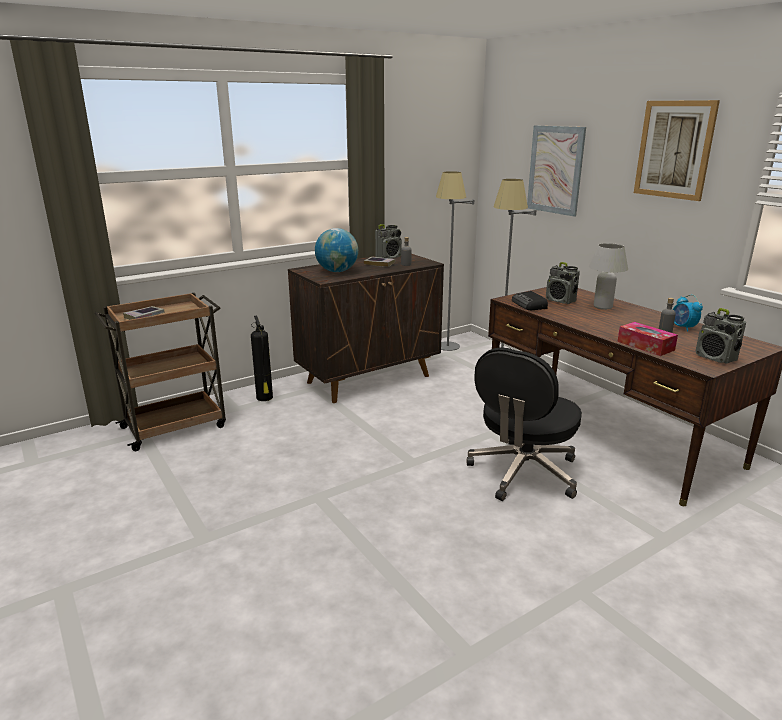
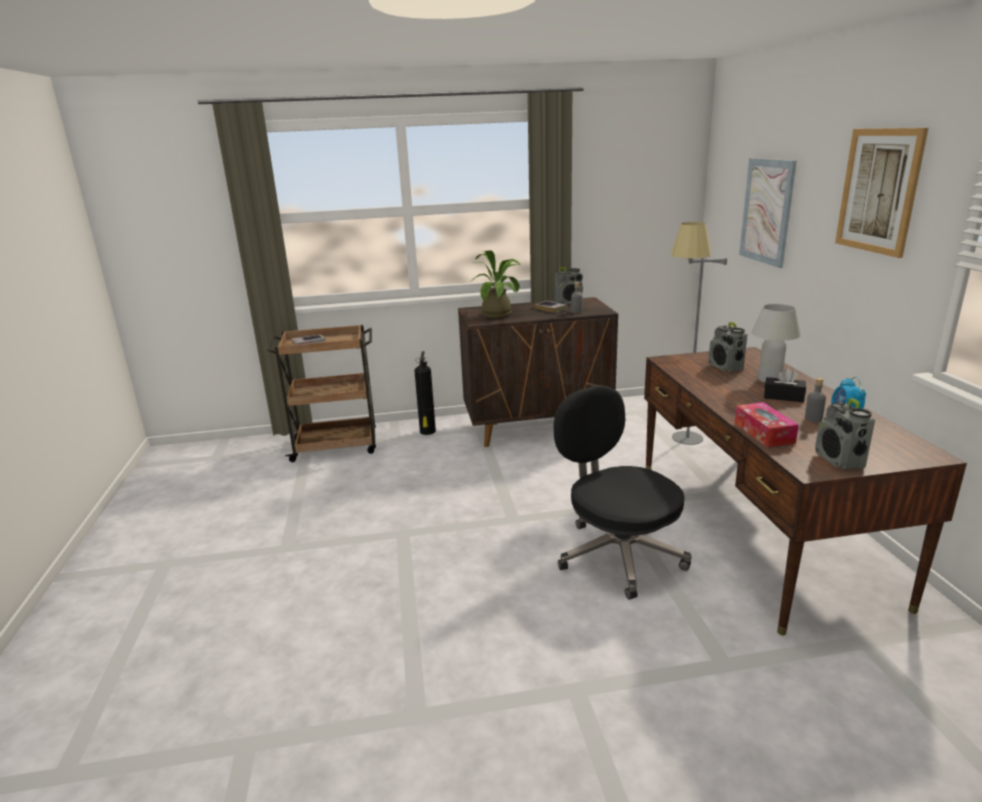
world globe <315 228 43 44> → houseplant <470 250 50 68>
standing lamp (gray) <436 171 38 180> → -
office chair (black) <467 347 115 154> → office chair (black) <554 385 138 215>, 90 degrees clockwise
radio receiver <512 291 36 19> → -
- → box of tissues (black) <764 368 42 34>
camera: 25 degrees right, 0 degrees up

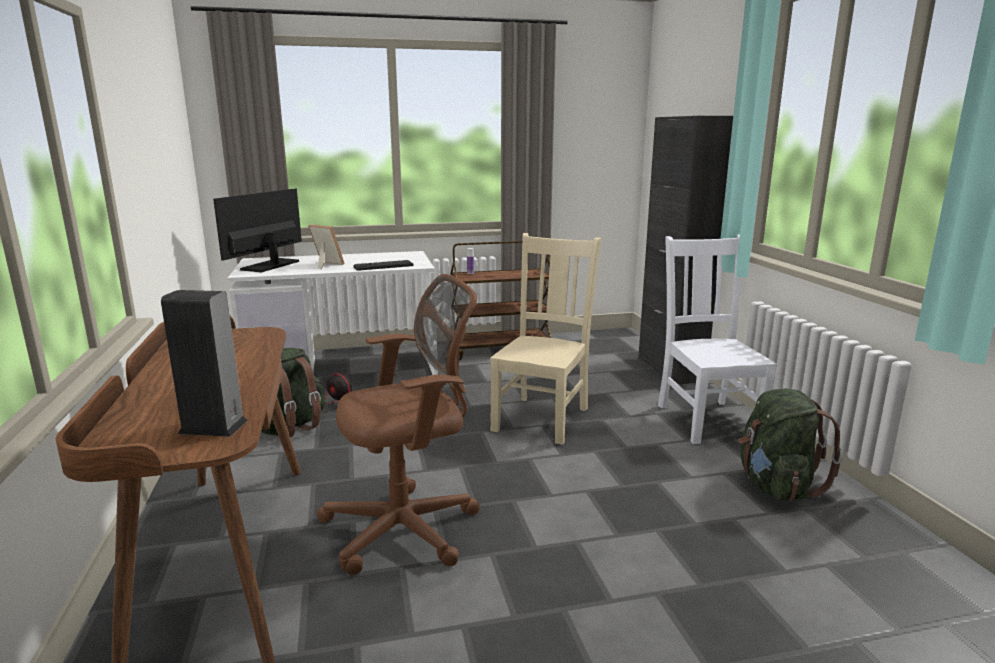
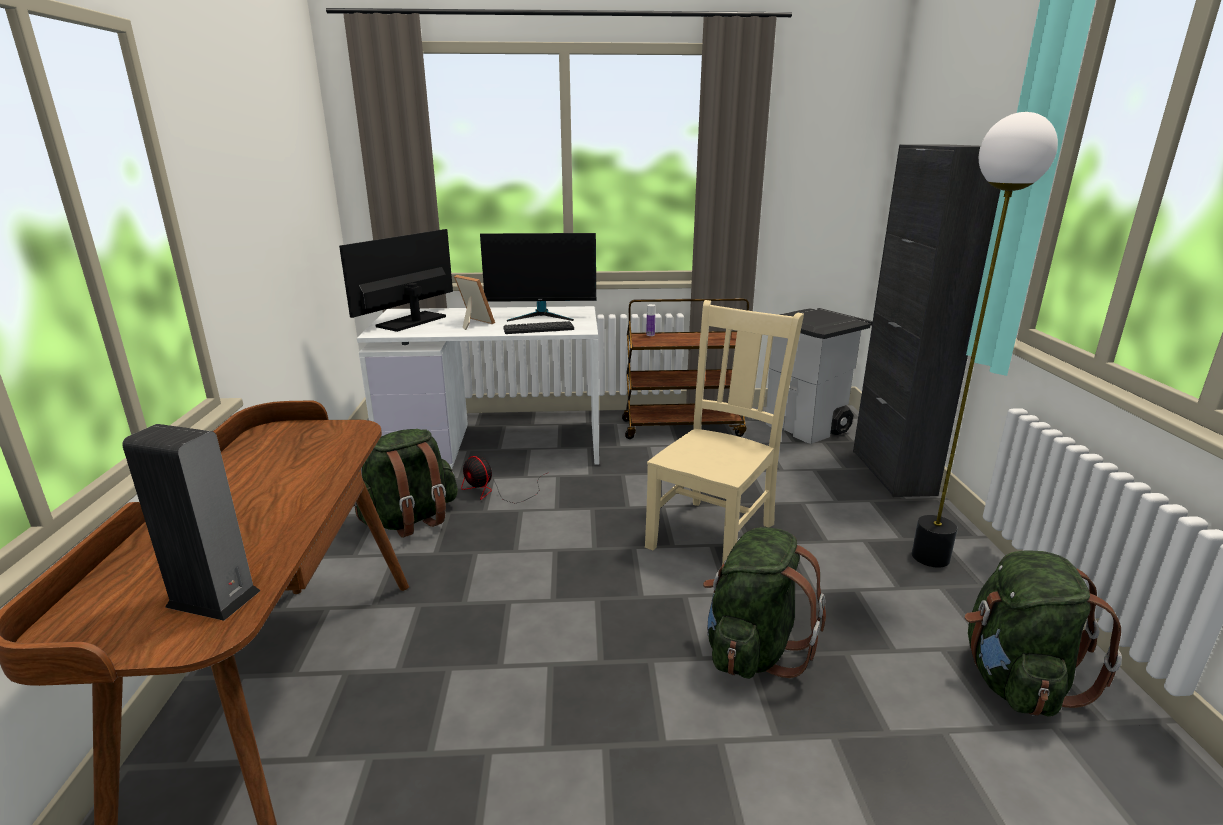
office chair (brownish) <317 274 163 301> → -
plain chair (white-coloured) <658 235 119 209> → standing lamp <911 112 147 456>
- → monitor <480 233 116 89>
- → backpack (greenish) <703 527 123 152>
- → rubbish bin (gray) <765 308 108 136>
camera: 10 degrees right, 5 degrees up

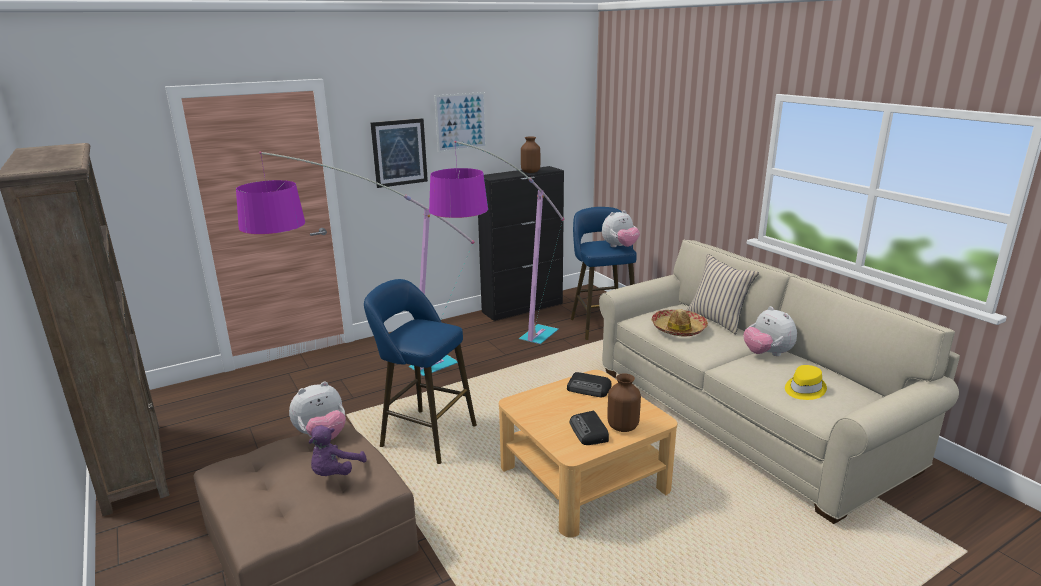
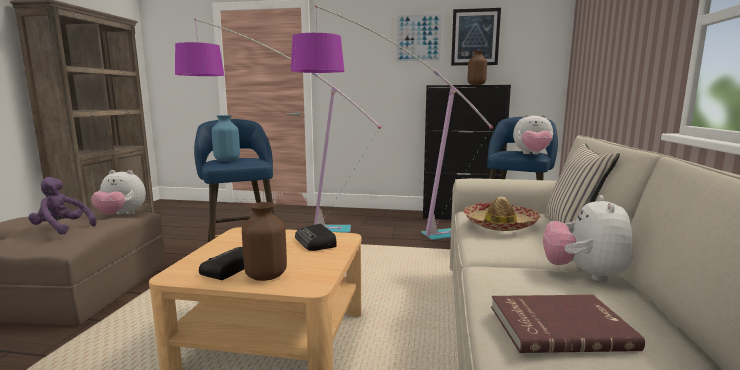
plush toy (purple) <309 425 58 51> → plush toy (purple) <28 177 68 57>, 45 degrees clockwise
wall art <371 118 57 70> → wall art <451 8 50 58>, moved
clothing hat (yellow) <785 365 42 35> → book (red-coloured) <491 295 154 58>
- → flower vase (blue-coloured) <212 115 28 46>
camera: 40 degrees right, 10 degrees down

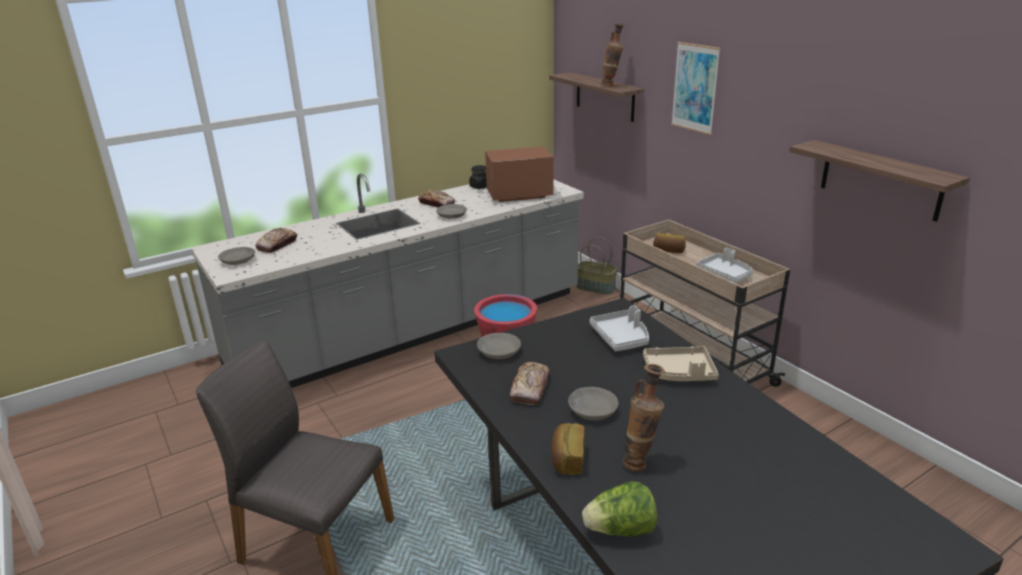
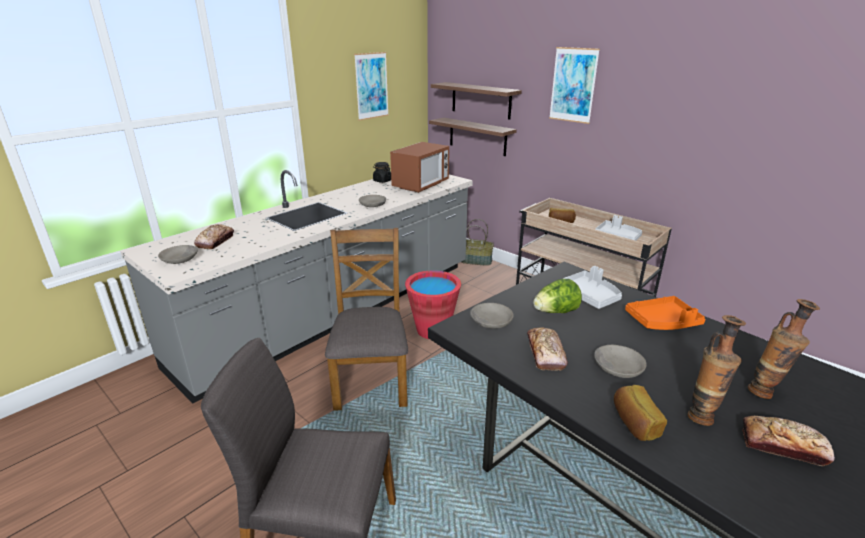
bread <418 190 37 18> → bread <742 416 93 50>, moved
microwave oven <485 146 68 56> → microwave oven <390 142 59 51>, 150 degrees clockwise
head of lettuce <582 481 75 56> → head of lettuce <533 279 49 34>, moved
flower vase <601 23 24 63> → flower vase <748 299 72 100>, moved
tray (beige-coloured) <643 346 76 35> → tray (orange) <625 296 81 34>
bracket shelf <789 140 181 82> → bracket shelf <429 118 88 38>, moved
- → plain chair (brownish) <325 228 83 183>
- → wall art <354 52 35 69>
camera: 15 degrees left, 0 degrees up

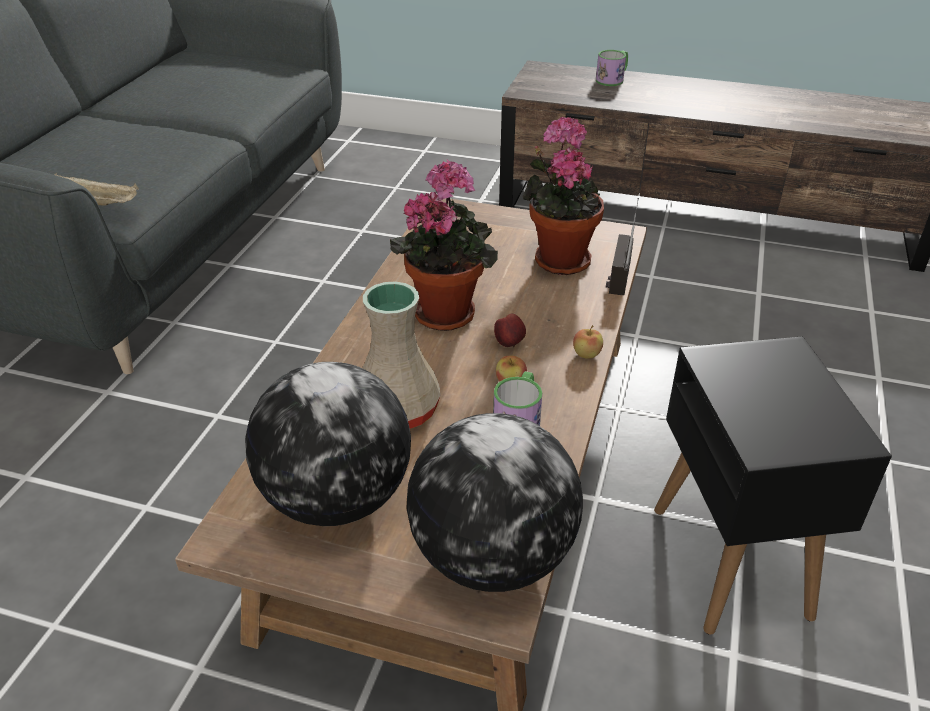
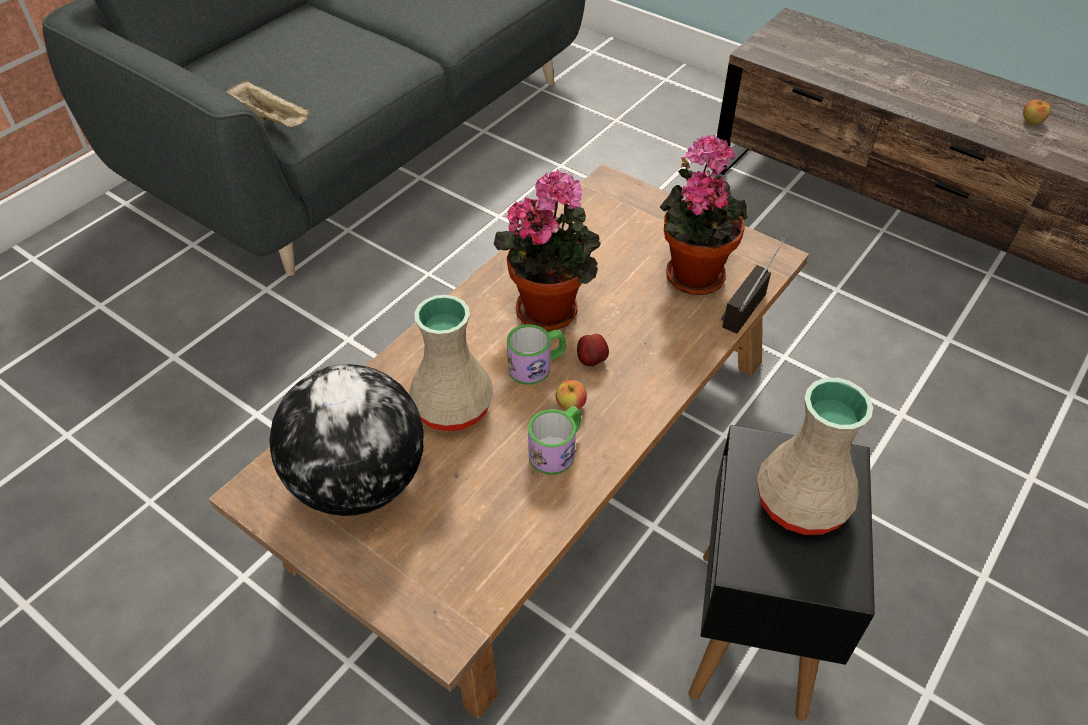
world globe <406 413 177 179> → -
apple fruit <573 325 30 34> → apple fruit <1023 97 27 27>, moved
coffee mug <596 50 32 36> → coffee mug <507 324 59 61>, moved
- → flower vase (beige-coloured) <757 378 116 157>
camera: 20 degrees right, 10 degrees up

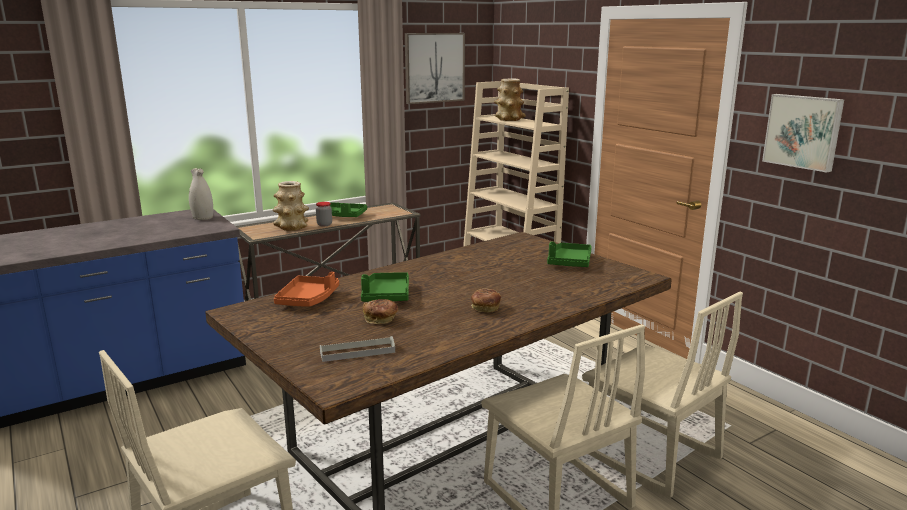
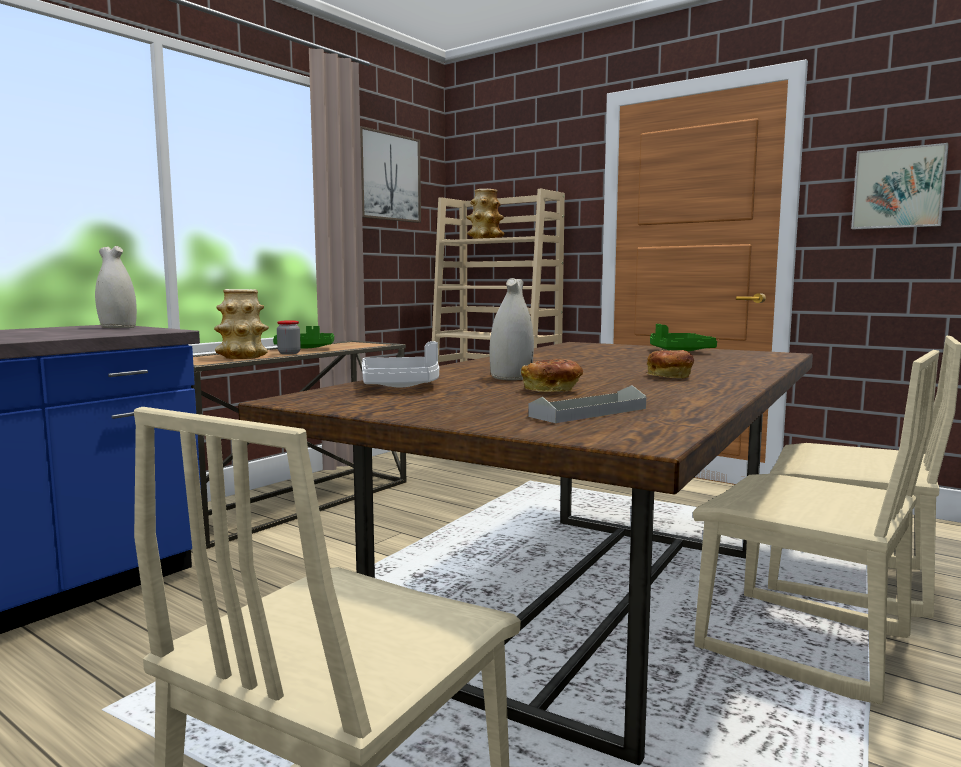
tray (orange) <274 272 65 35> → tray (white-coloured) <362 341 77 47>
tray (greenish) <361 272 48 30> → flower vase (white-coloured) <490 278 44 102>
camera: 20 degrees left, 10 degrees down

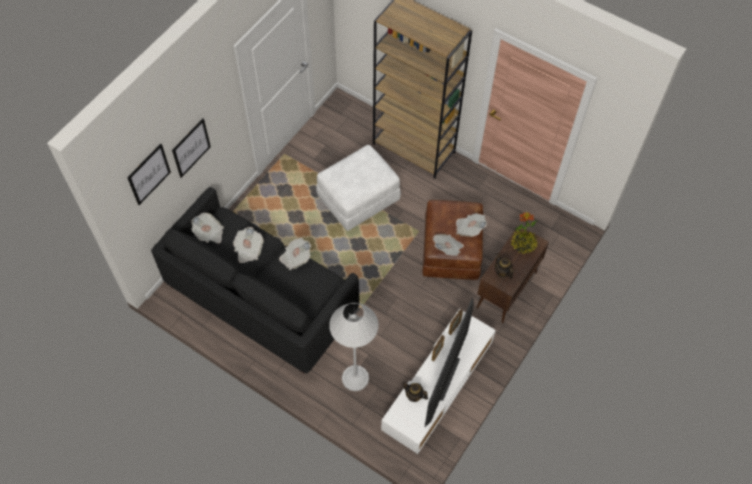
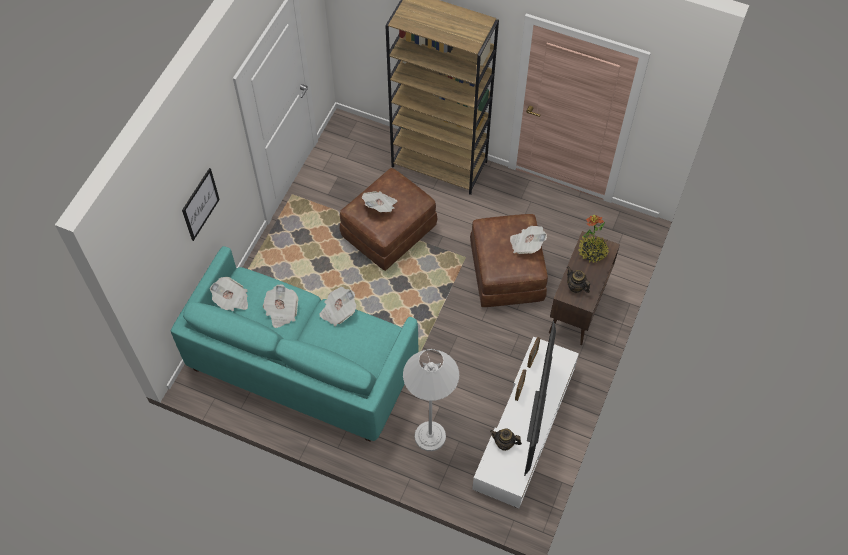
wall art <127 144 44 61> → -
couch (black) <151 187 208 186> → couch (turquoise) <171 246 247 196>
pouffe (white-coloured) <316 145 85 86> → pouffe (brownish) <340 168 97 103>
daily paper <433 234 31 22> → daily paper <362 191 35 21>, moved
camera: 10 degrees left, 0 degrees up

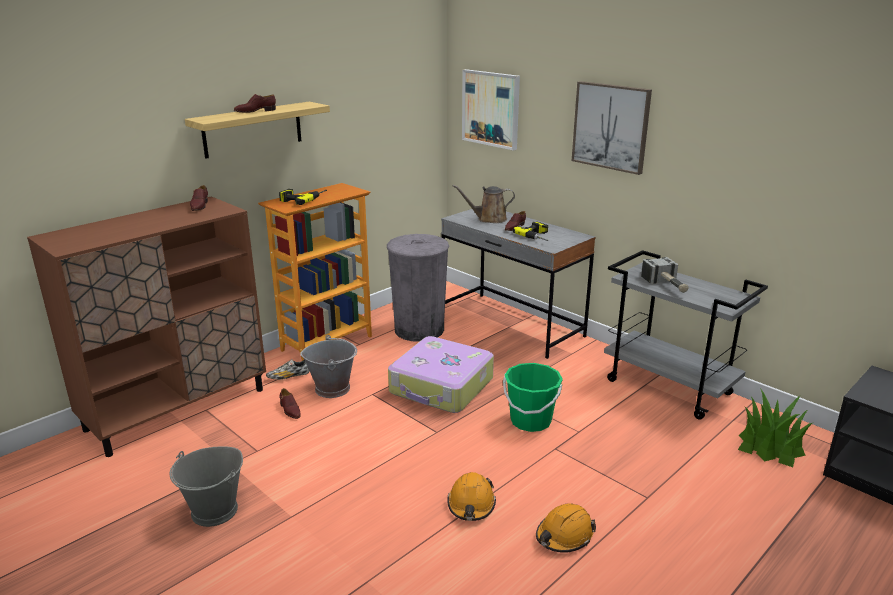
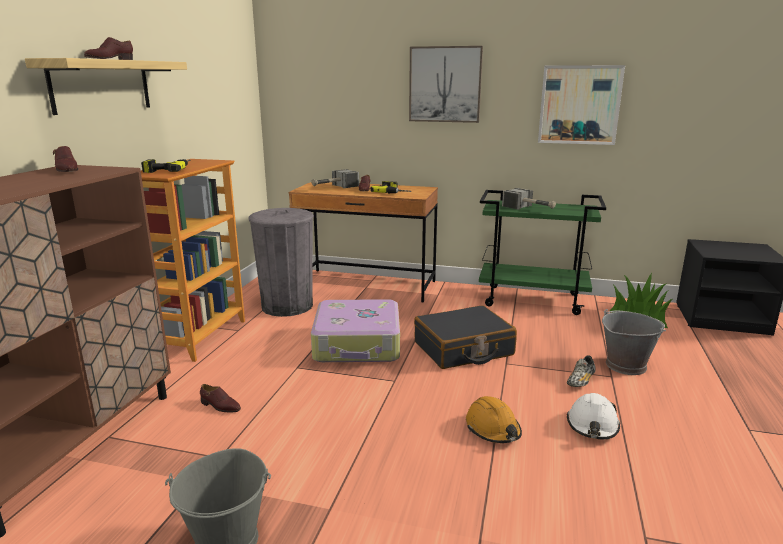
item of footwear <266 359 43 21> → item of footwear <567 356 28 31>, moved
pail (gray) <300 335 57 63> → pail (gray) <602 309 64 66>, moved
desk table (gray) <441 209 155 150> → desk table (brownish) <289 182 149 121>
watering can (brownish) <452 185 63 38> → hand hammer <311 169 48 19>
wall art <462 69 58 82> → wall art <538 65 87 80>, moved
pail (greenish) <503 363 60 69> → piece of luggage (black) <414 305 103 64>
safety helmet (orange) <536 503 60 50> → safety helmet (white-coloured) <567 393 53 46>
wheeled cart (gray) <604 250 164 170> → wheeled cart (greenish) <479 190 127 125>
camera: 30 degrees left, 5 degrees down

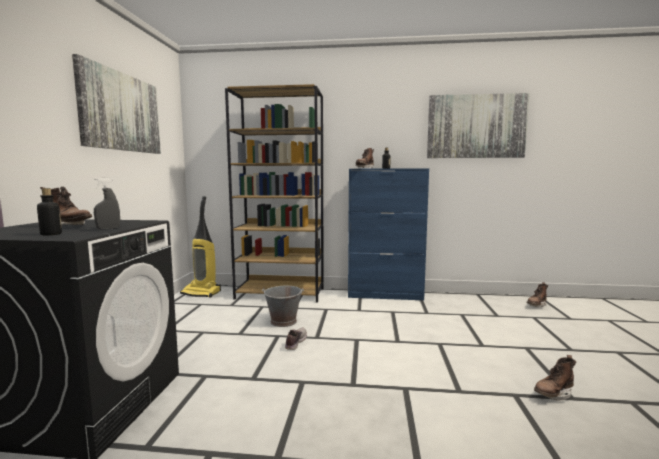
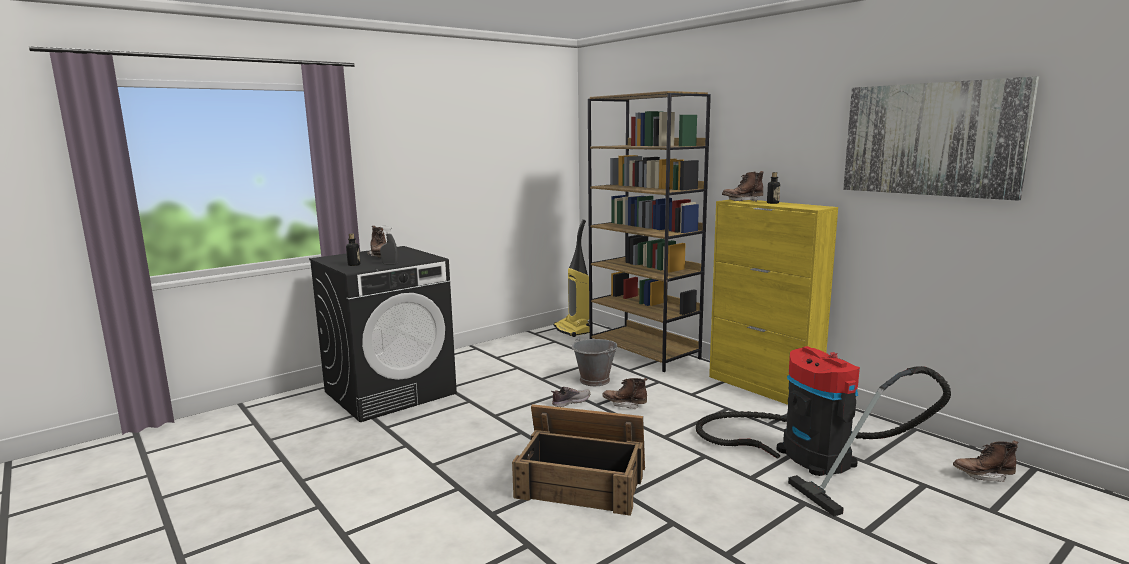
wall art <72 54 89 100> → -
cabinet (blue-coloured) <348 168 81 132> → cabinet (yellow) <709 200 129 205>
high-top boot (brownish) <534 355 42 46> → high-top boot (brownish) <602 378 45 31>, moved
- → crate <512 404 133 112>
- → vacuum cleaner <696 346 255 170>
camera: 45 degrees right, 5 degrees up

